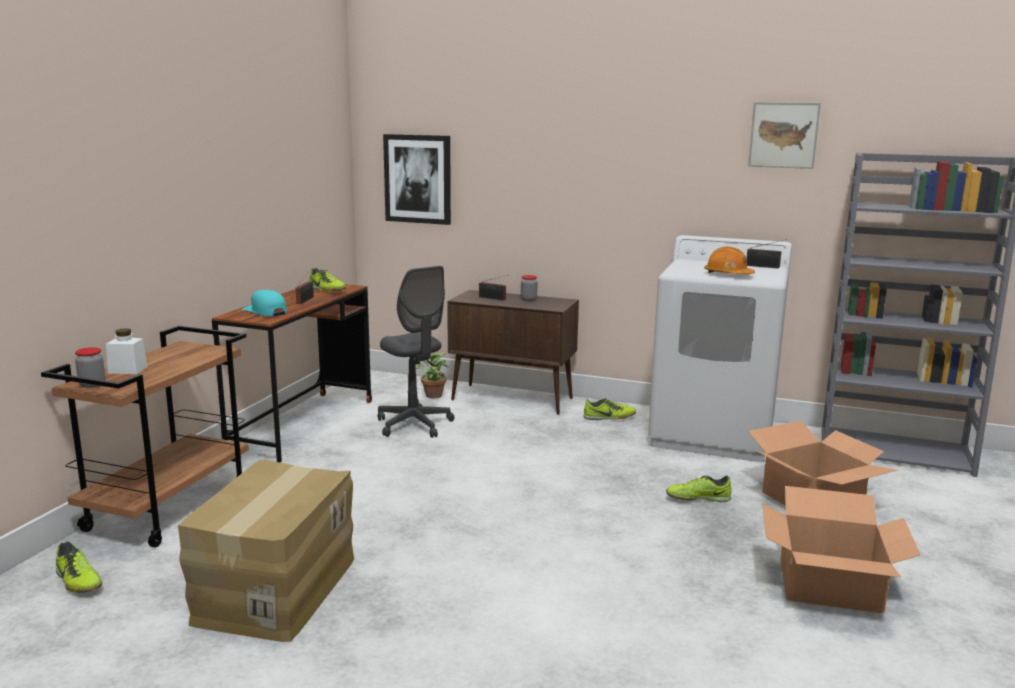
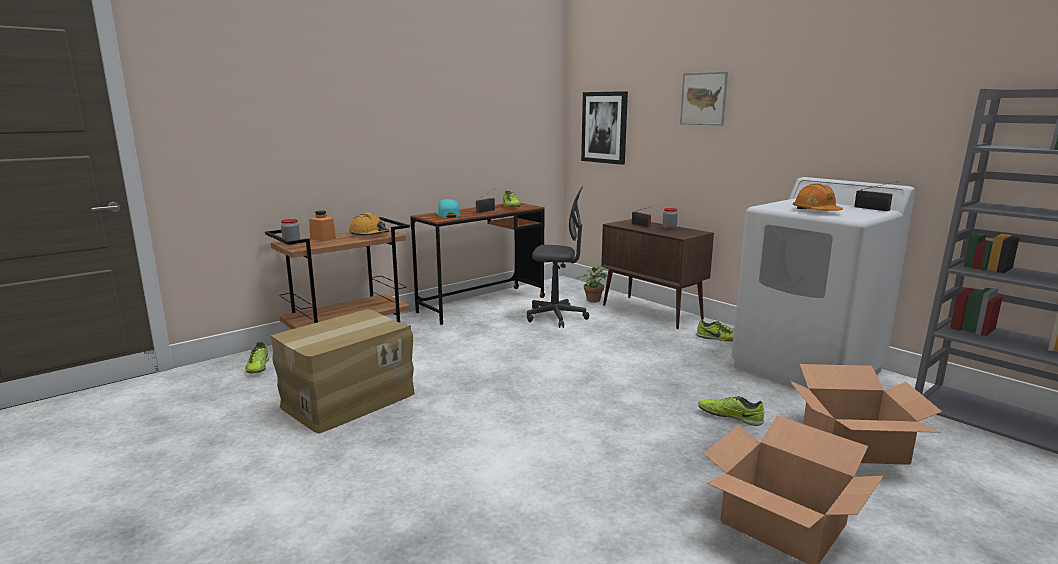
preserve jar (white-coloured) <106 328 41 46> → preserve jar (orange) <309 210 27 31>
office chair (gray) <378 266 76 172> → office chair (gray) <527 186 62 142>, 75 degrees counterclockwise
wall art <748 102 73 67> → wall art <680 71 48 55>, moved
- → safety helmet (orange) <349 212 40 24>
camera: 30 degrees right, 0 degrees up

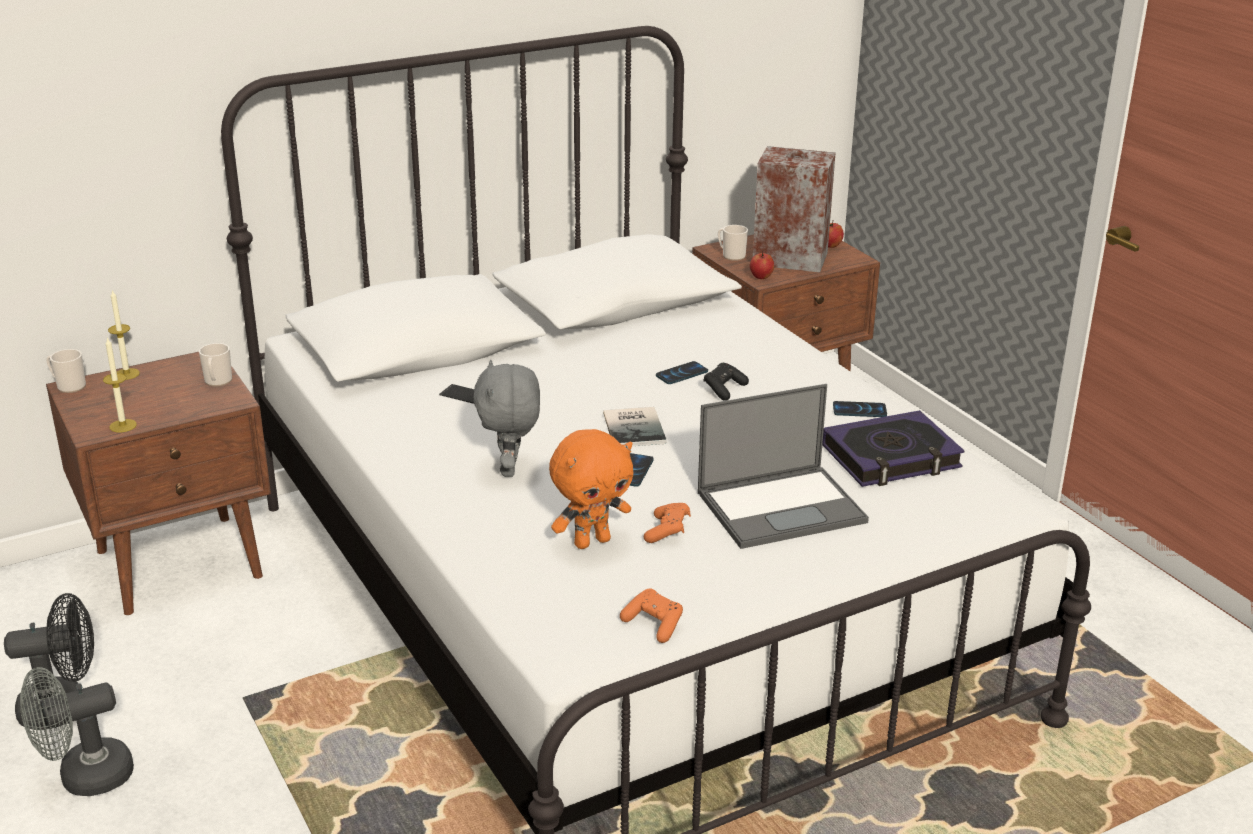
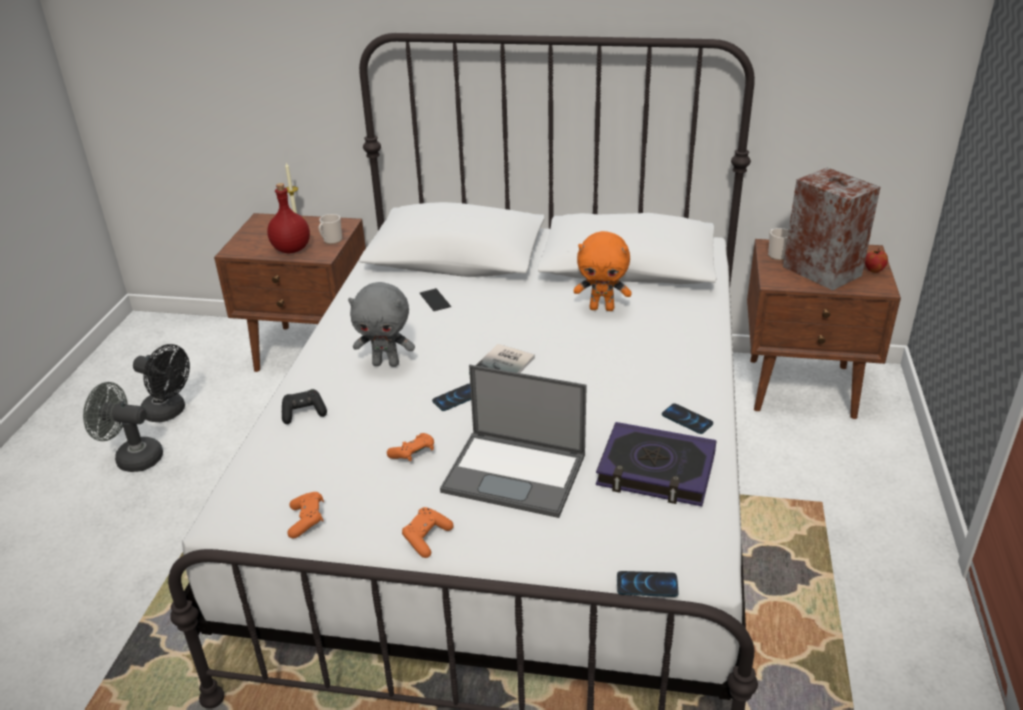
coffee mug <46 349 40 44> → -
candle <103 337 34 95> → -
plush toy (gray) <473 360 67 117> → plush toy (gray) <348 282 67 85>, 120 degrees counterclockwise
plush toy (orange) <549 429 84 120> → plush toy (orange) <574 231 57 80>, moved
phone <656 361 52 23> → phone <617 571 62 26>, moved
gamepad (black) <703 363 46 38> → gamepad (black) <282 389 45 35>, moved
apple fruit <750 250 24 29> → -
- → drink bottle (red-coloured) <267 183 43 71>
- → gamepad (orange) <402 507 52 51>
camera: 40 degrees right, 5 degrees up

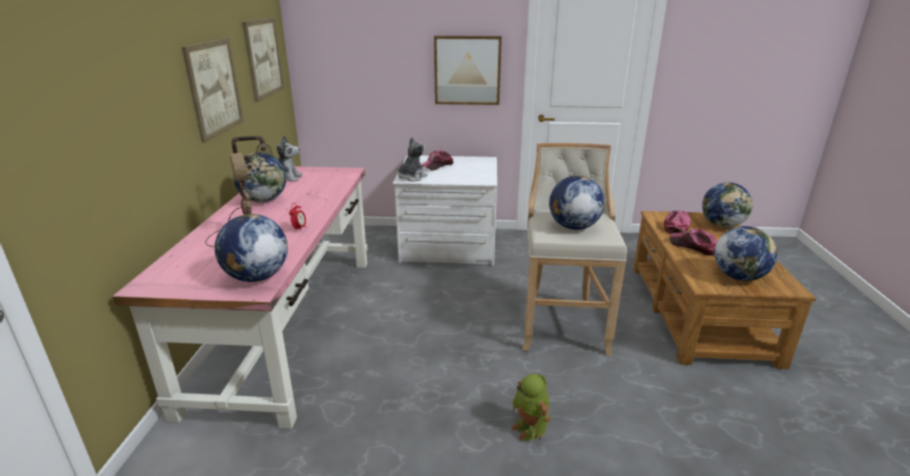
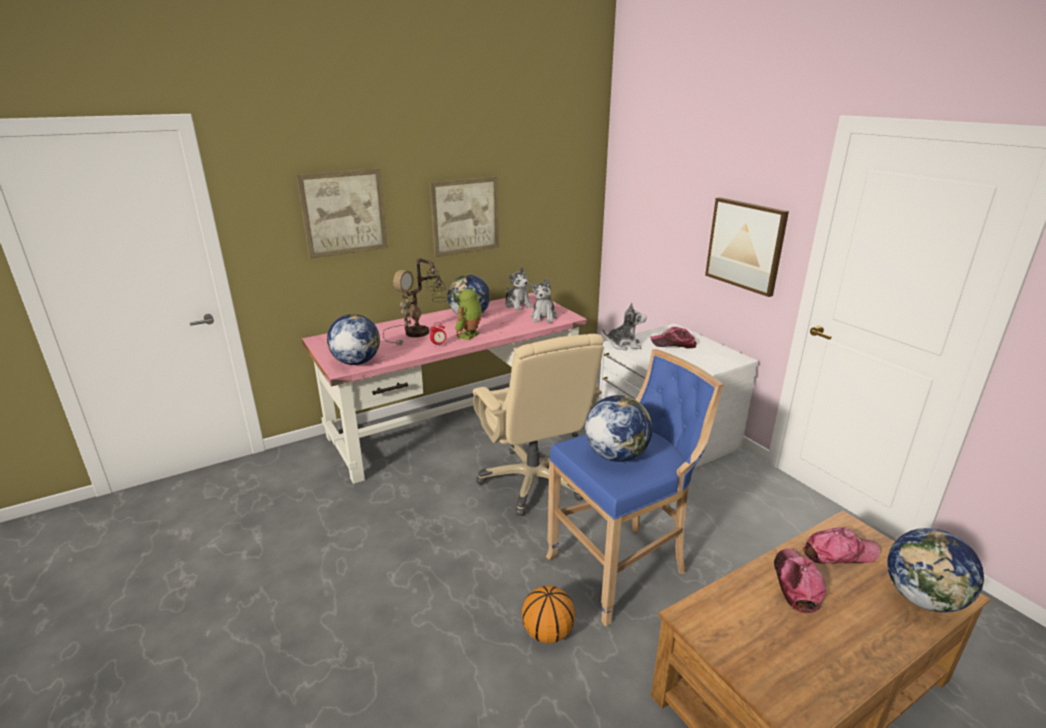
wall art <242 18 42 84> → wall art <296 168 92 91>, moved
model robot <511 374 39 67> → model robot <455 289 27 51>, moved
sitting stool (beige-coloured) <522 143 105 212> → sitting stool (blue-coloured) <546 349 178 278>
world globe <714 226 64 55> → -
- → office chair (beige-coloured) <473 334 131 182>
- → ball for basketball <522 585 53 58>
- → plush toy <530 278 27 45>
camera: 55 degrees right, 0 degrees up

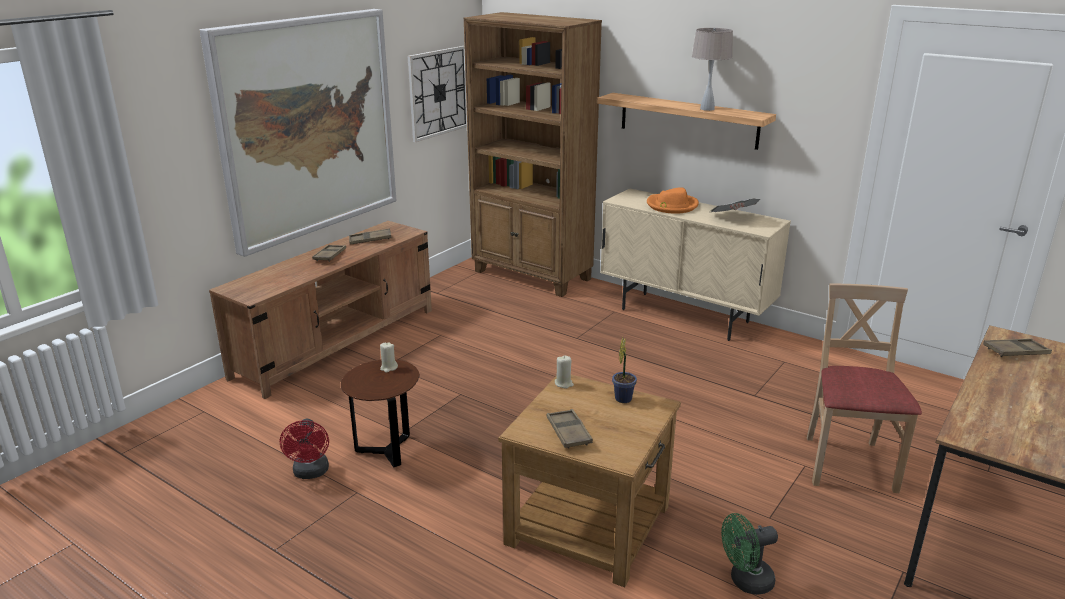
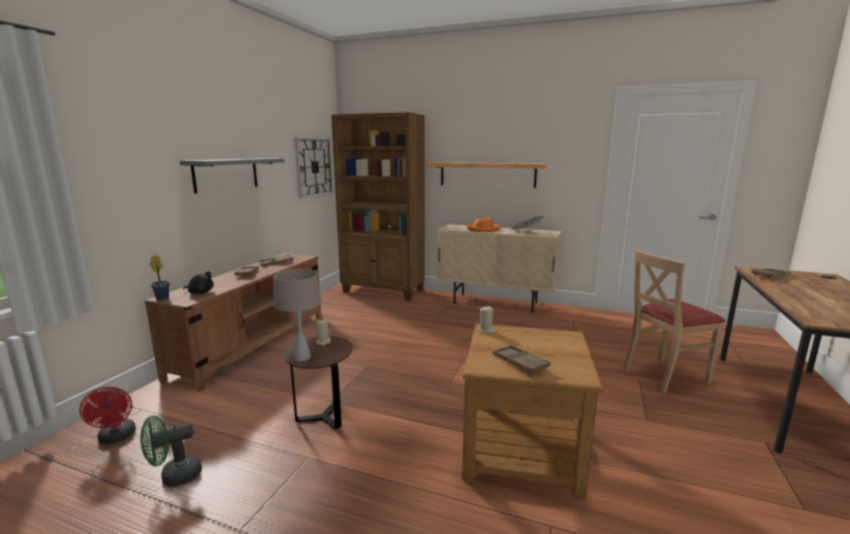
wall art <199 9 198 248> → bracket shelf (gray) <180 158 105 36>
fan (red-coloured) <280 419 49 60> → fan (red-coloured) <79 387 57 57>, moved
houseplant <612 337 25 66> → houseplant <150 254 20 46>, moved
tabletop lamp (beige-coloured) <692 28 41 83> → tabletop lamp (beige-coloured) <274 269 47 92>, moved
fan (greenish) <721 513 57 82> → fan (greenish) <140 416 62 70>, moved
plain chair (beige-coloured) <807 284 115 209> → plain chair (beige-coloured) <623 250 103 144>, 105 degrees counterclockwise
- → plush toy (black) <183 271 31 23>
camera: 15 degrees left, 10 degrees down

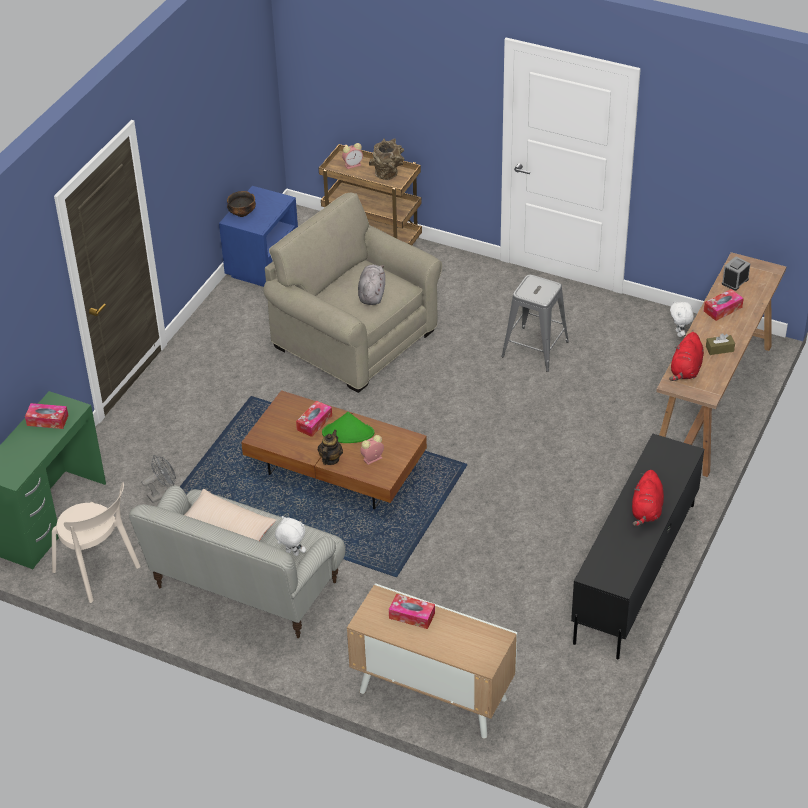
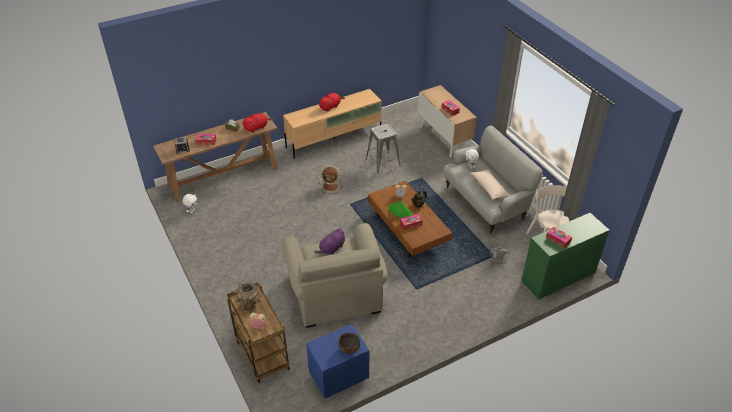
plush toy (gray) <358 265 27 40> → plush toy (purple) <314 229 31 26>
sitting stool (gray) <501 275 68 97> → sitting stool (gray) <366 124 35 50>, moved
media console (black) <571 433 133 227> → media console (beige-coloured) <283 89 99 70>
- → fan (brownish) <318 165 25 29>
camera: 145 degrees left, 0 degrees up

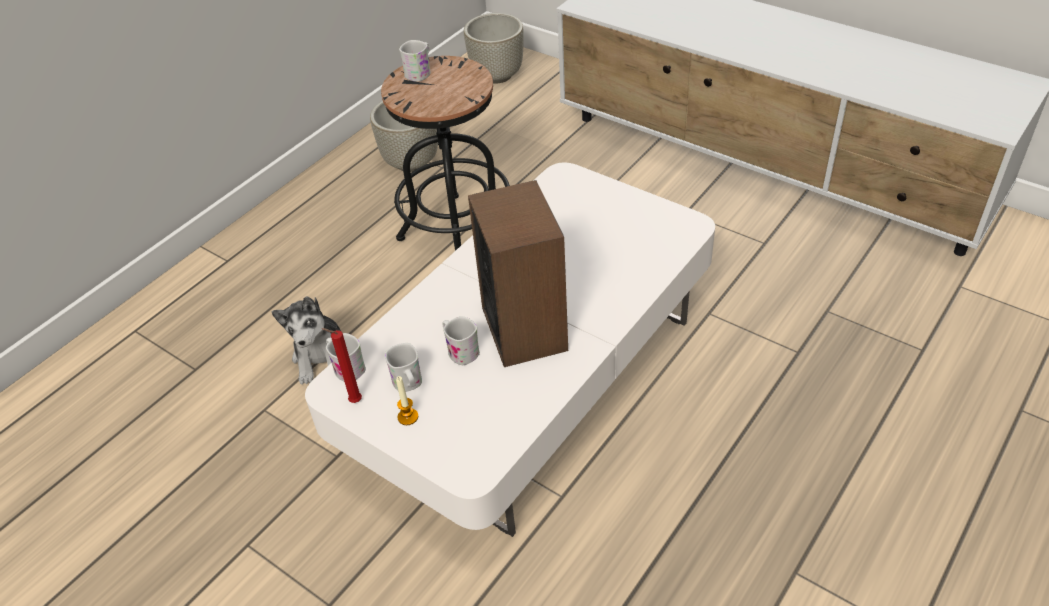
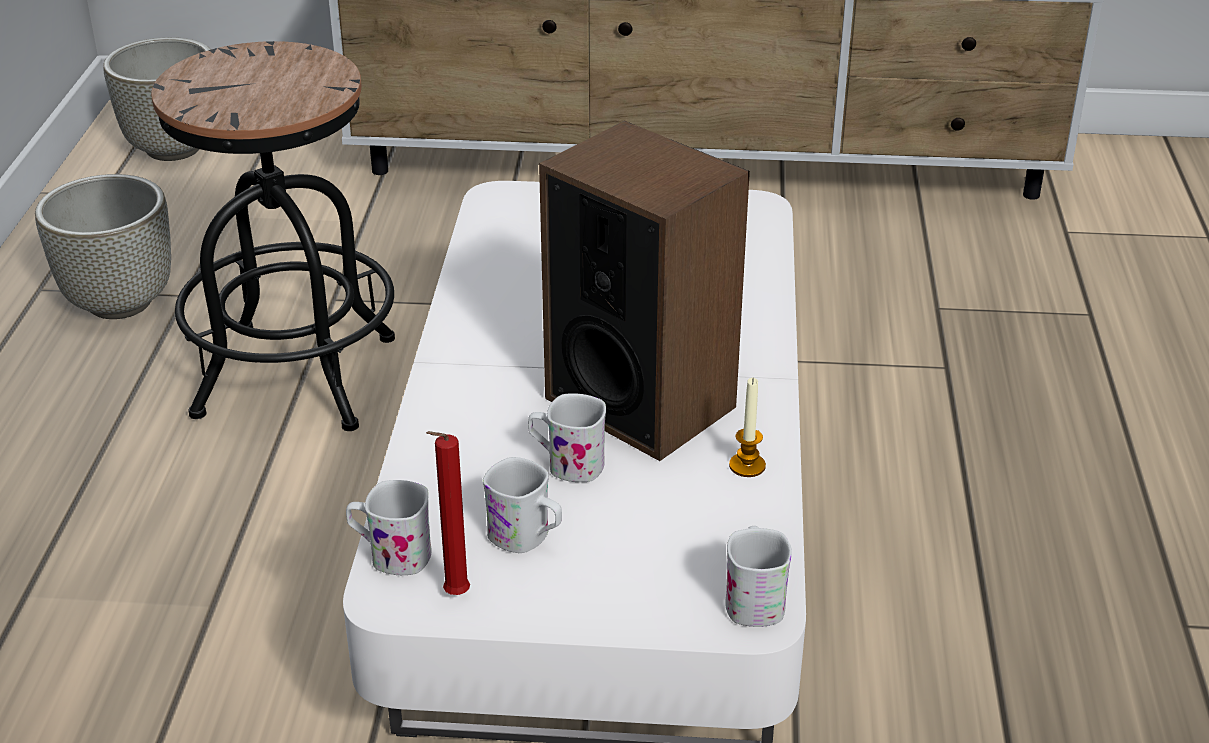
plush toy <271 296 70 89> → -
candle <396 376 22 49> → candle <729 378 37 99>, moved
coffee mug (white-coloured) <399 40 32 42> → coffee mug (white-coloured) <725 526 67 101>, moved
camera: 35 degrees left, 10 degrees down

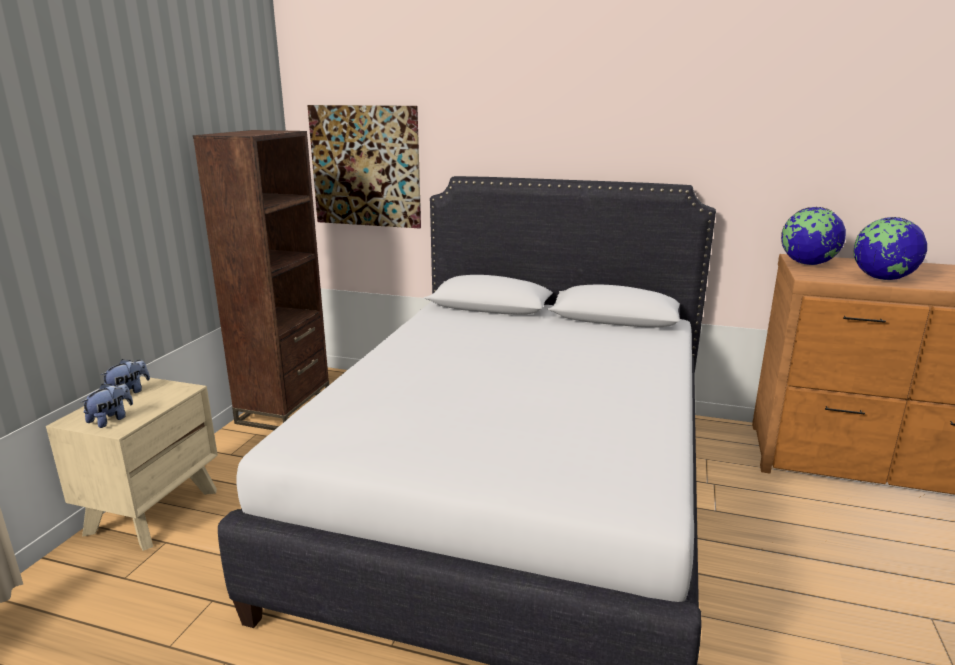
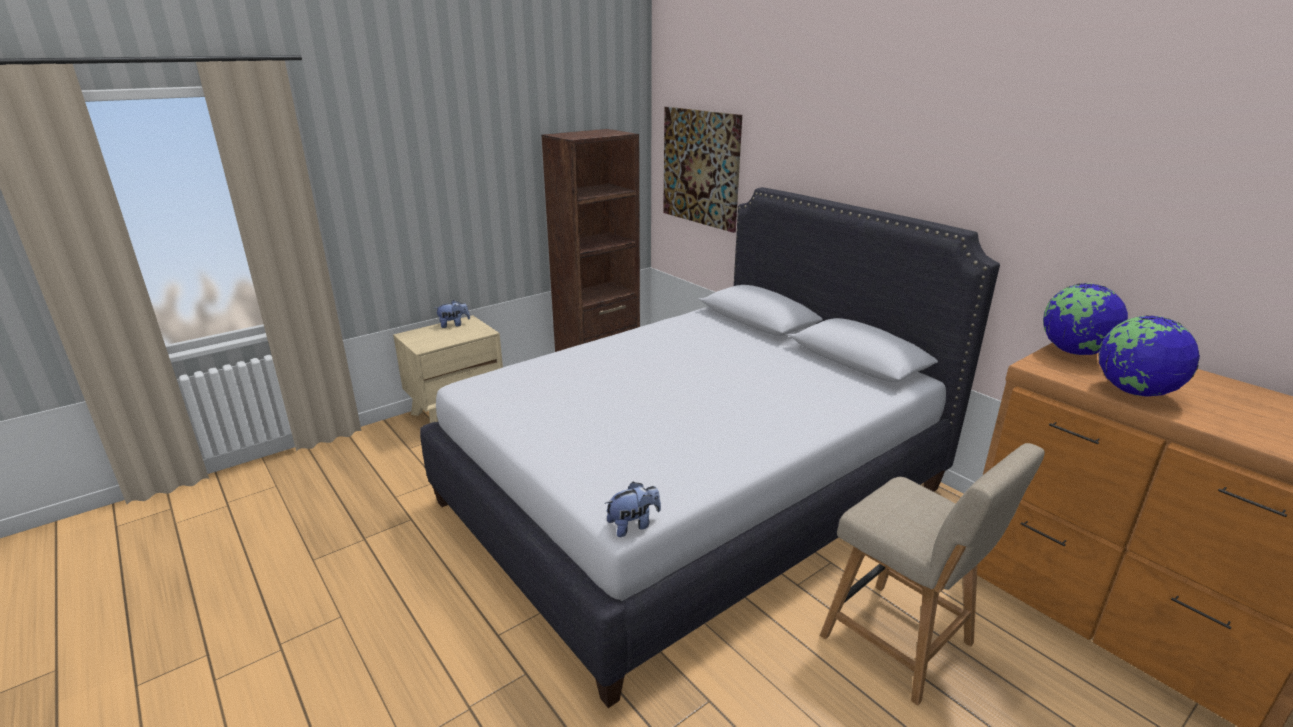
plush toy <81 383 52 45> → plush toy <605 482 56 55>, moved
- → plain chair (beige-coloured) <820 443 225 263>
camera: 35 degrees right, 5 degrees up

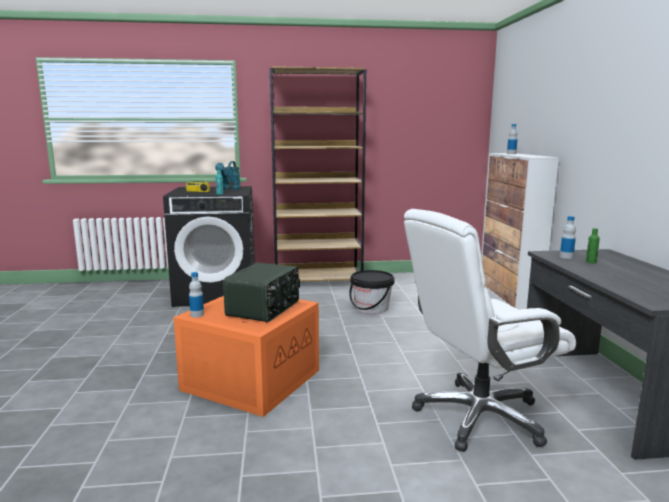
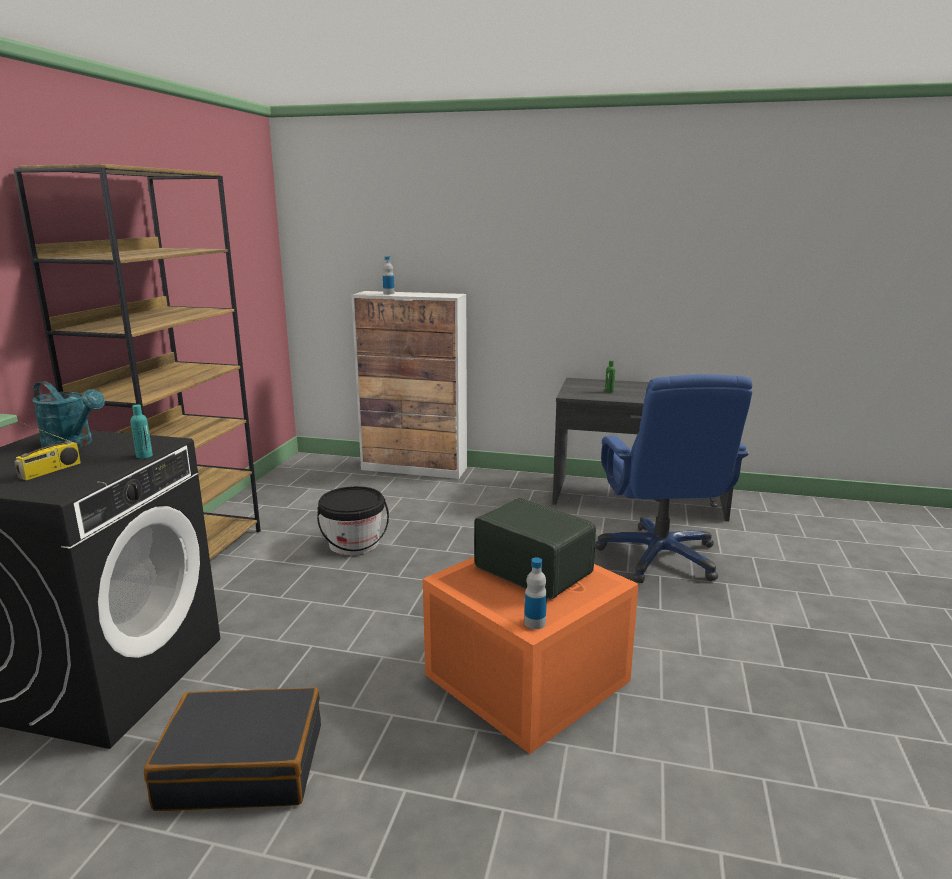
office chair (white-coloured) <404 209 172 243> → office chair (blue-coloured) <595 374 157 209>
drink bottle <560 216 16 43> → -
- → piece of luggage (black) <144 687 177 124>
camera: 70 degrees left, 5 degrees up

